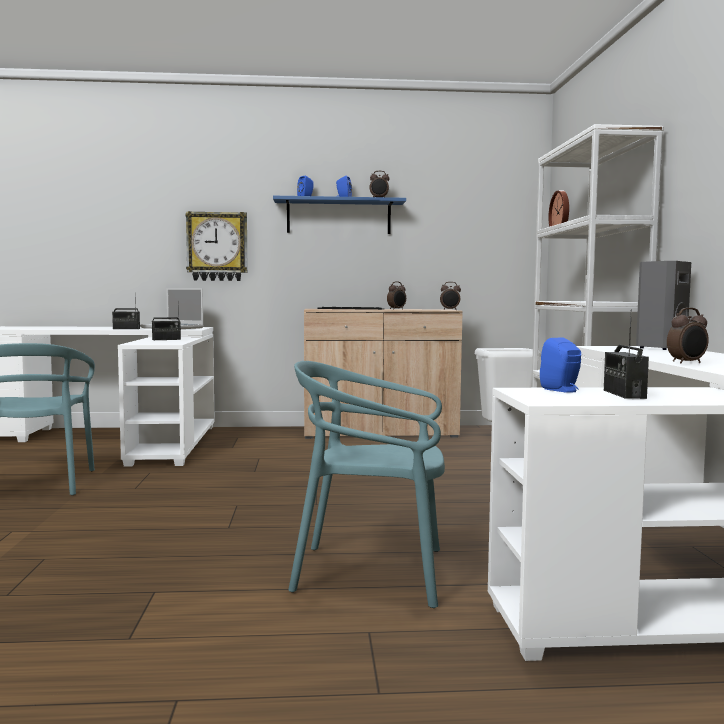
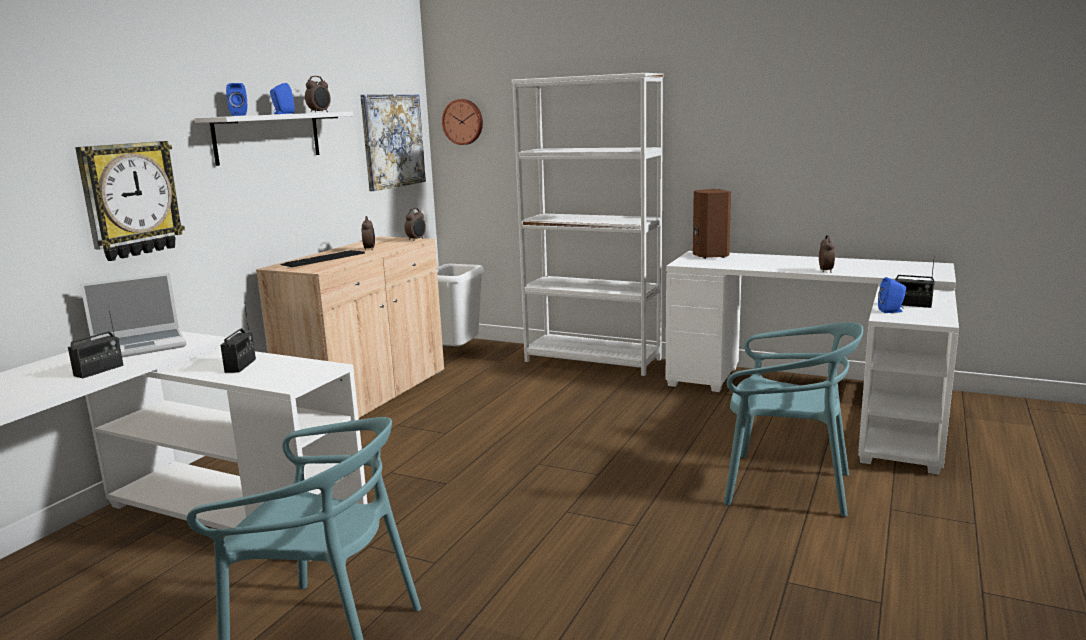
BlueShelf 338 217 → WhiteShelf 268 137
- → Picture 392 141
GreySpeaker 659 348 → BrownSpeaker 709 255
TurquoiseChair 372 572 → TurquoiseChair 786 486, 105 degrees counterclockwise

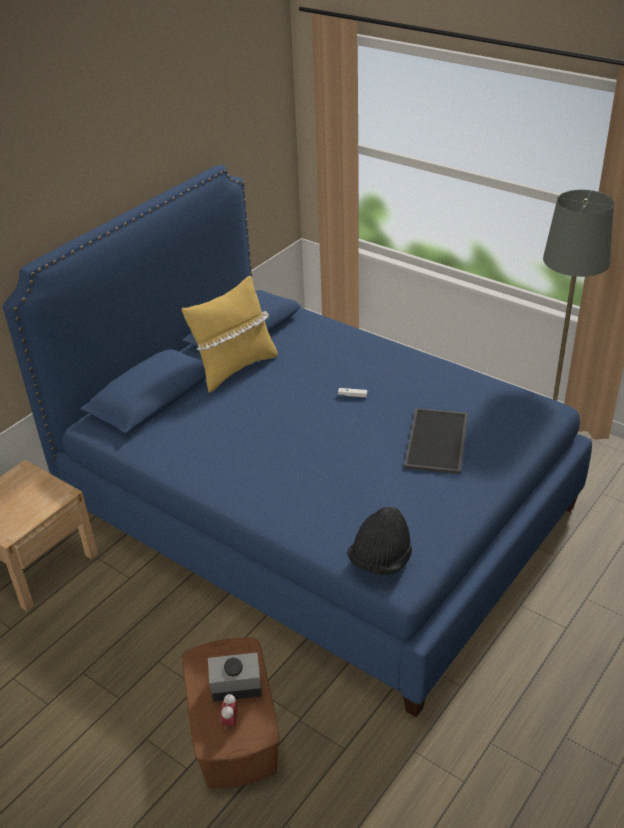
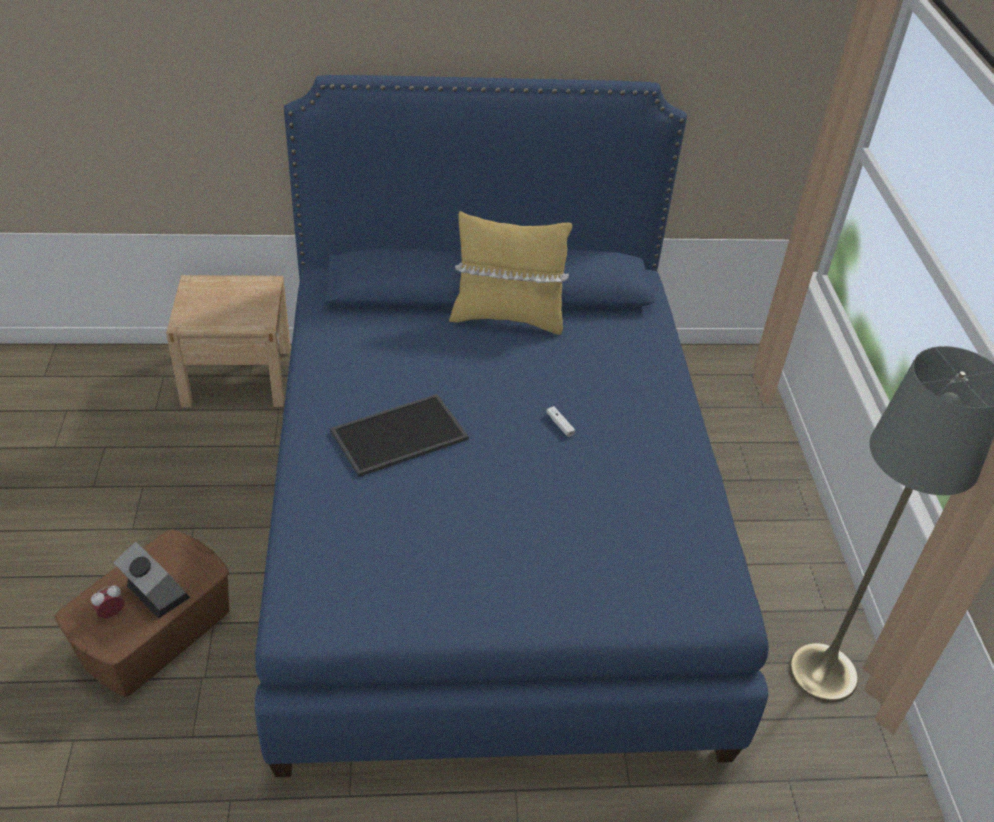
Tray 438 441 → Tray 399 437, relocated
BlackHat 380 560 → -

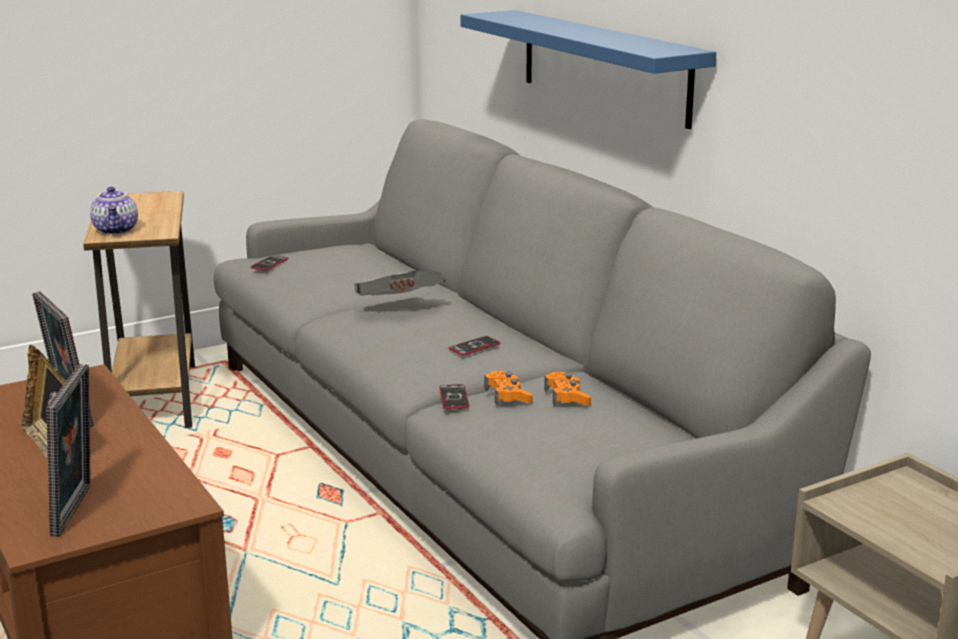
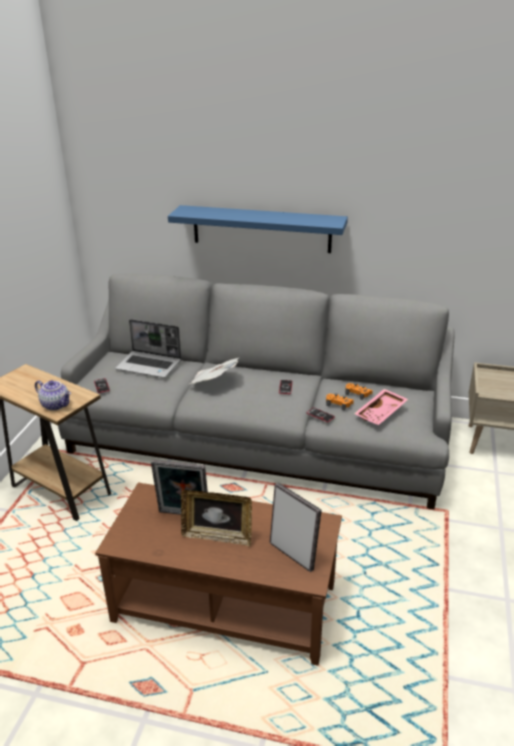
- → Laptop 150 365
- → PinkTray 381 413

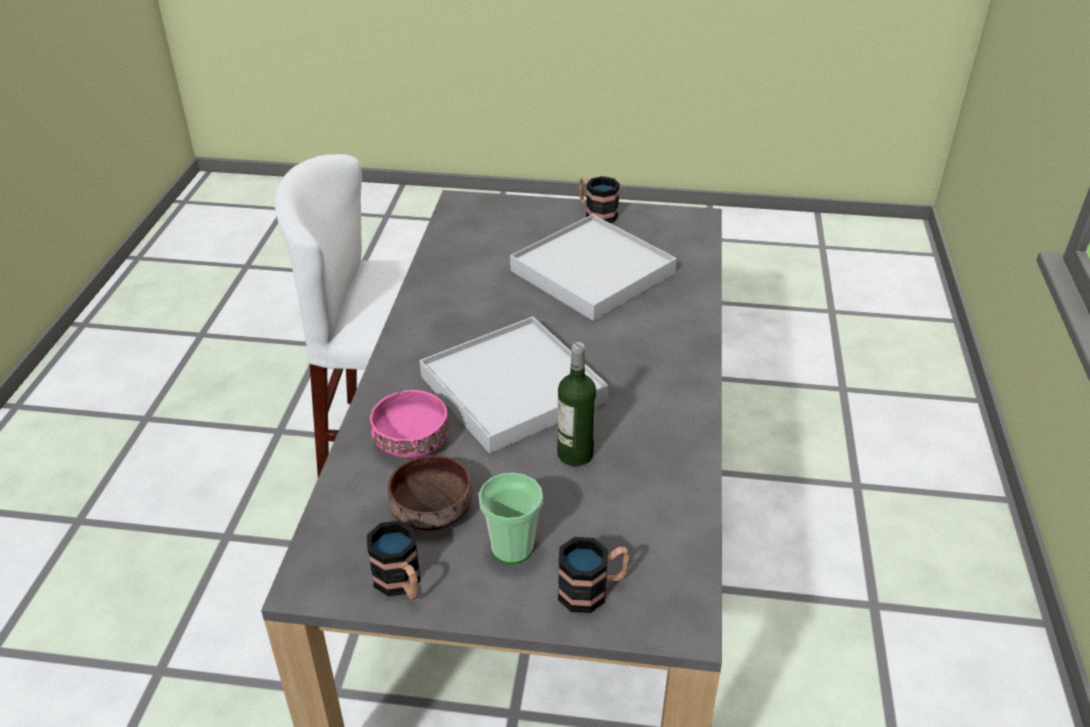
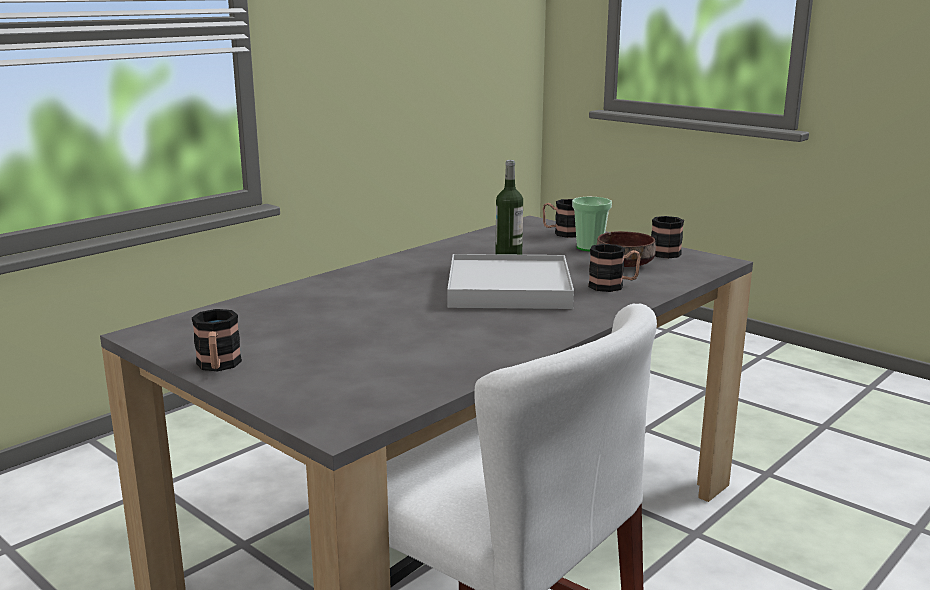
PinkBowl 411 442 → Mug 613 286
WhiteTray 592 272 → -

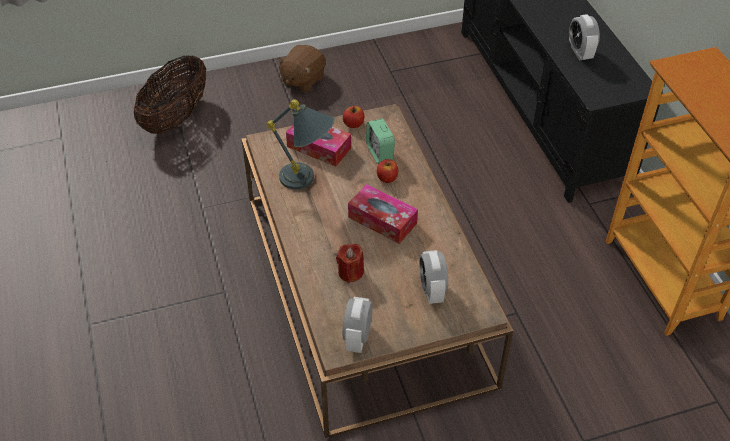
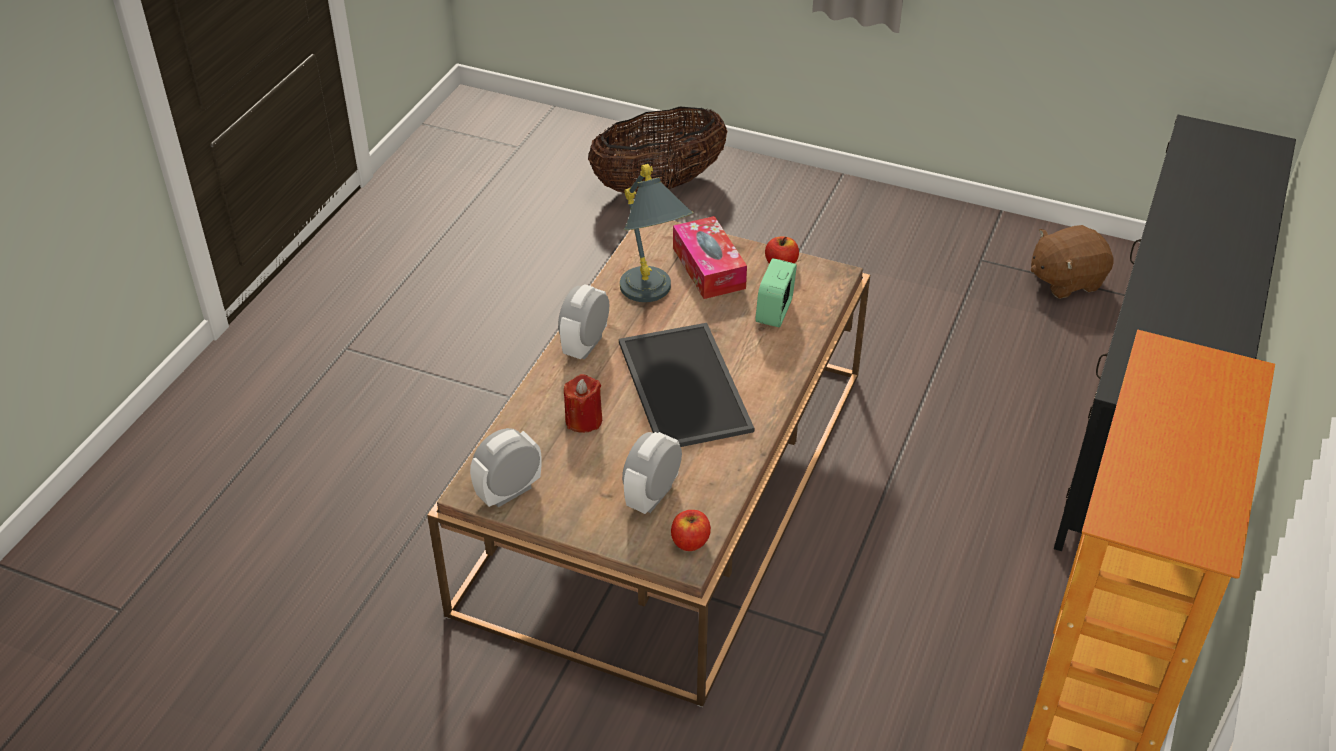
AlarmClock 580 52 → AlarmClock 585 345, relocated
TissueBox 382 220 → Tray 687 386
Apple 387 178 → Apple 690 541, relocated
BrownPlushToy 302 80 → BrownPlushToy 1065 280, relocated

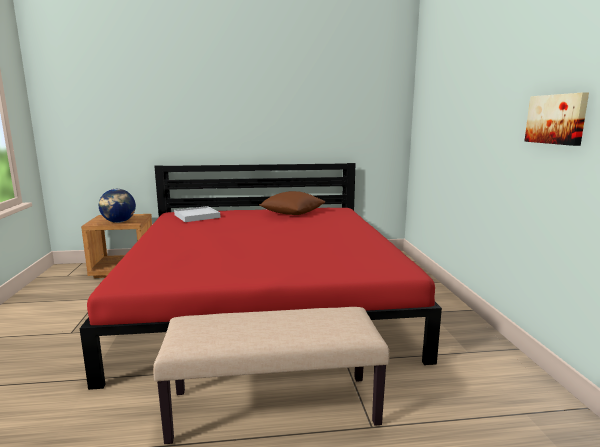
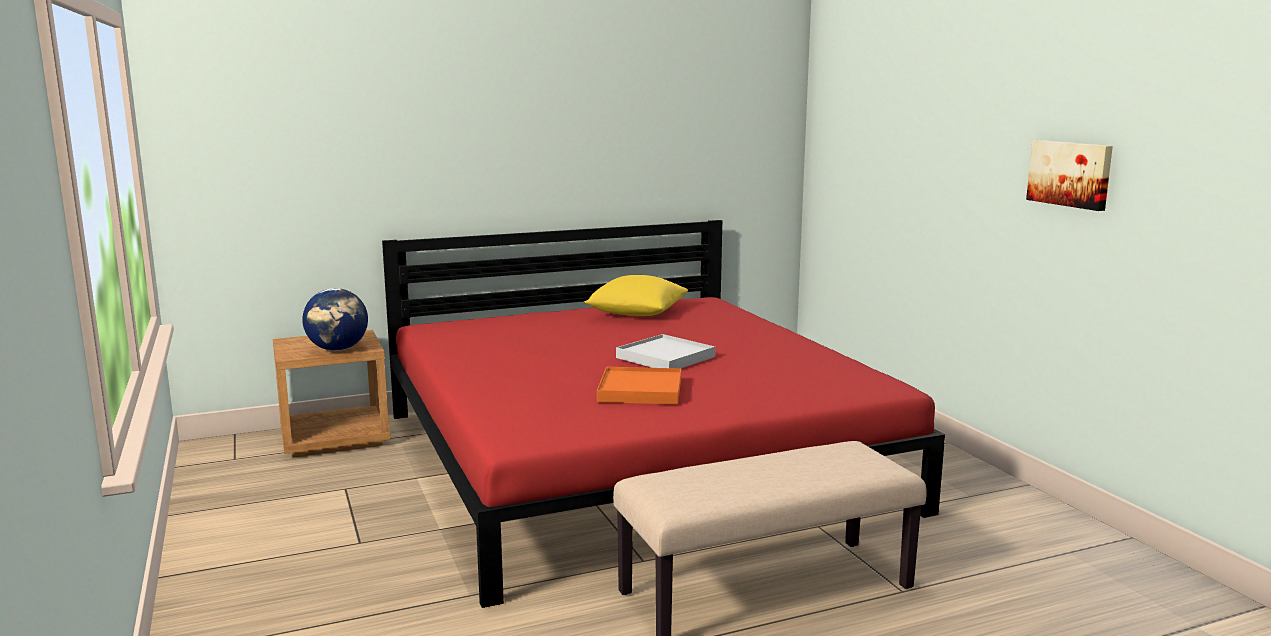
BrownPillow 292 213 → YellowPillow 636 313
- → OrangeTray 640 390
WhiteTray 197 216 → WhiteTray 665 357, relocated

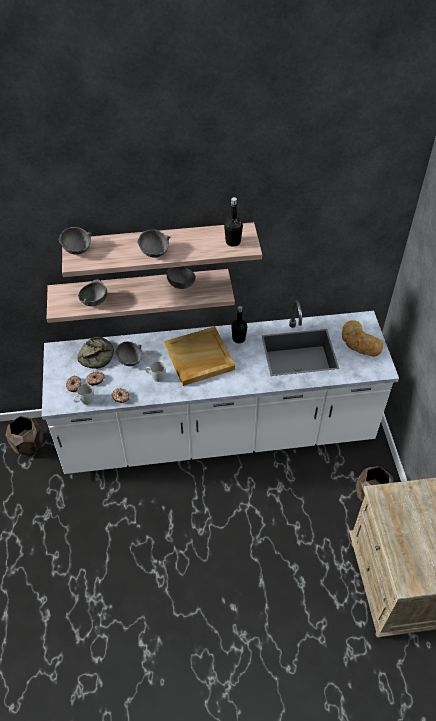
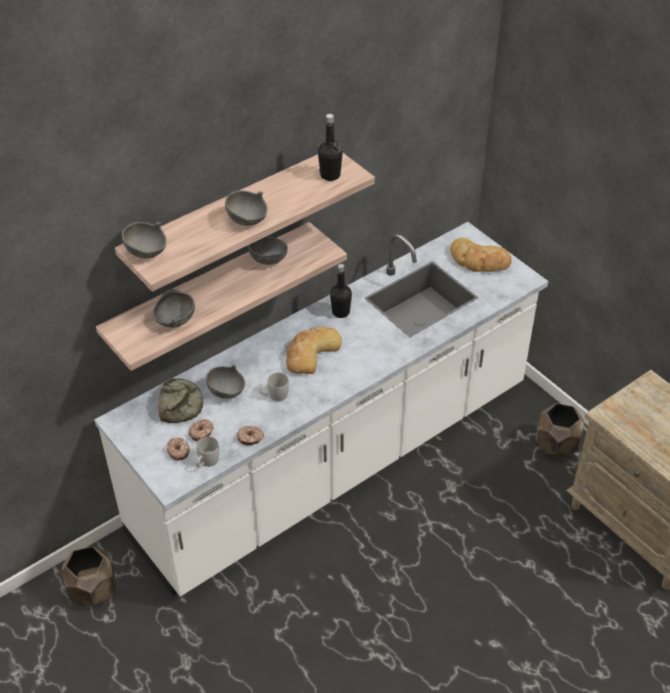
BeigeTray 199 358 → Bread 310 353

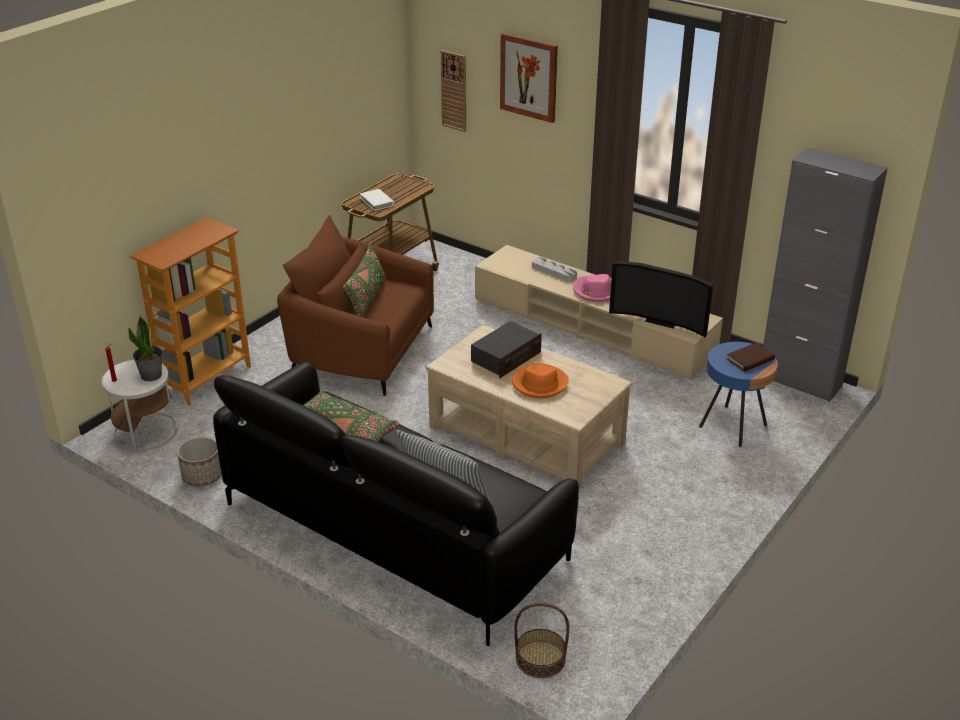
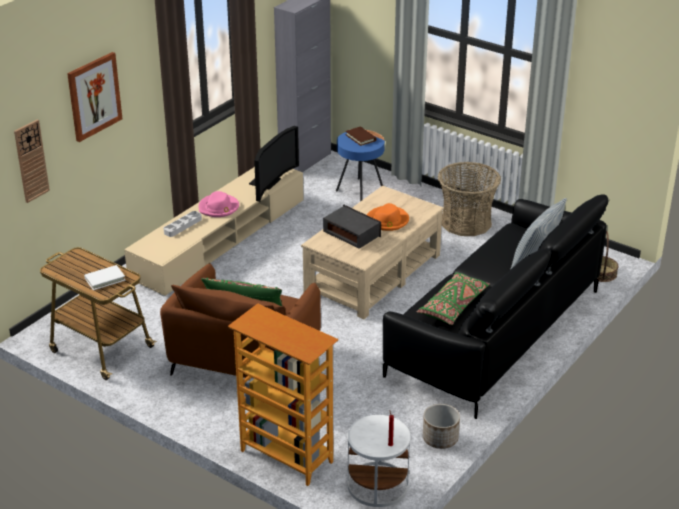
- → Basket 466 222
PottedPlant 151 375 → -

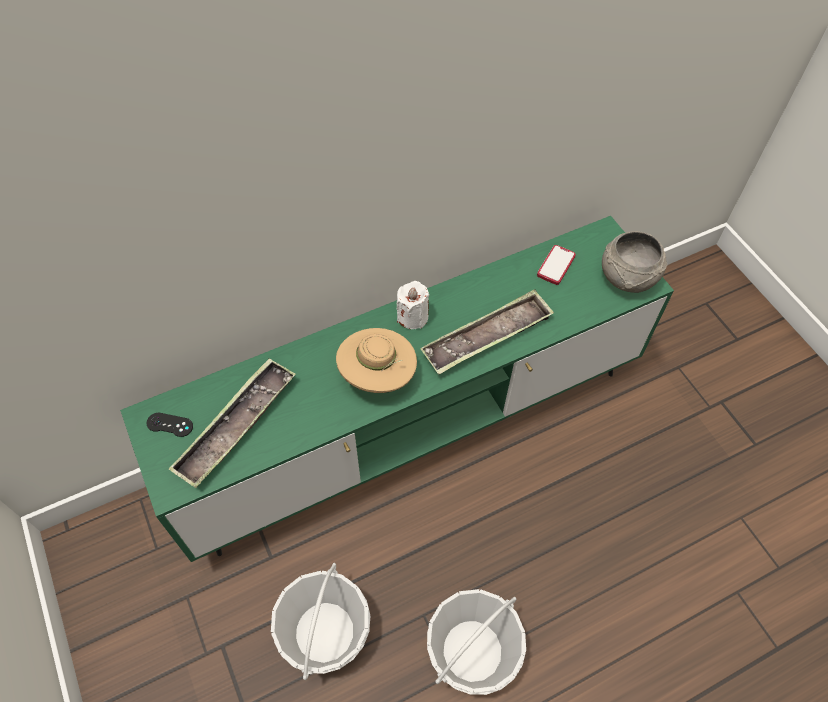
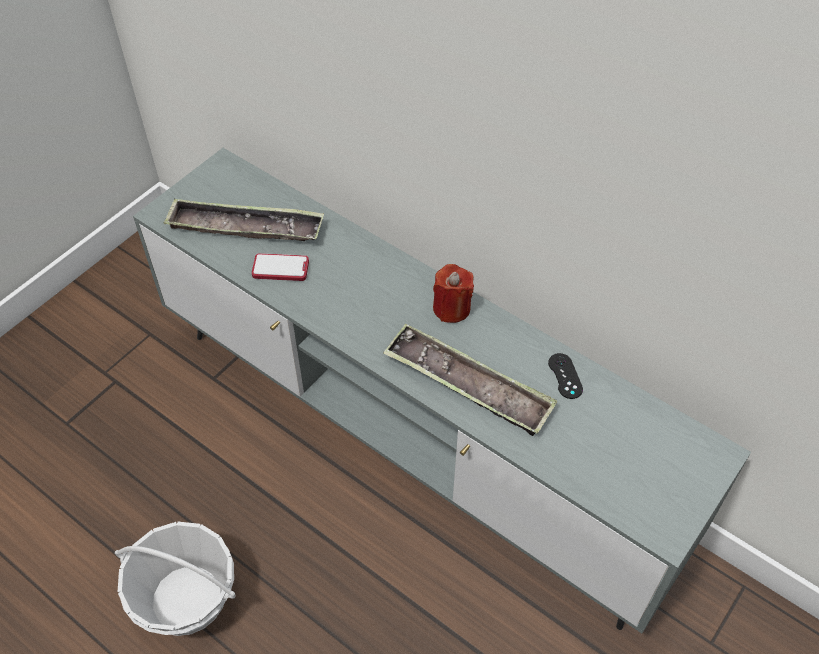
GreenTvStand 411 431 → GreyTvStand 411 437
Phone 556 265 → Phone 280 268, relocated
WhiteCandle 412 316 → RedCandle 451 308
BlackGameController 170 425 → BlackGameController 565 376, relocated
Basket 325 632 → -
BeigeHat 377 375 → -
GreyBowl 627 278 → -

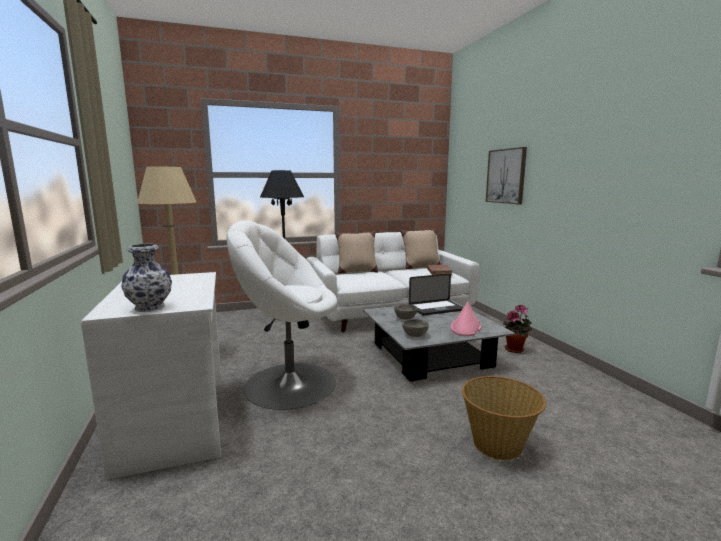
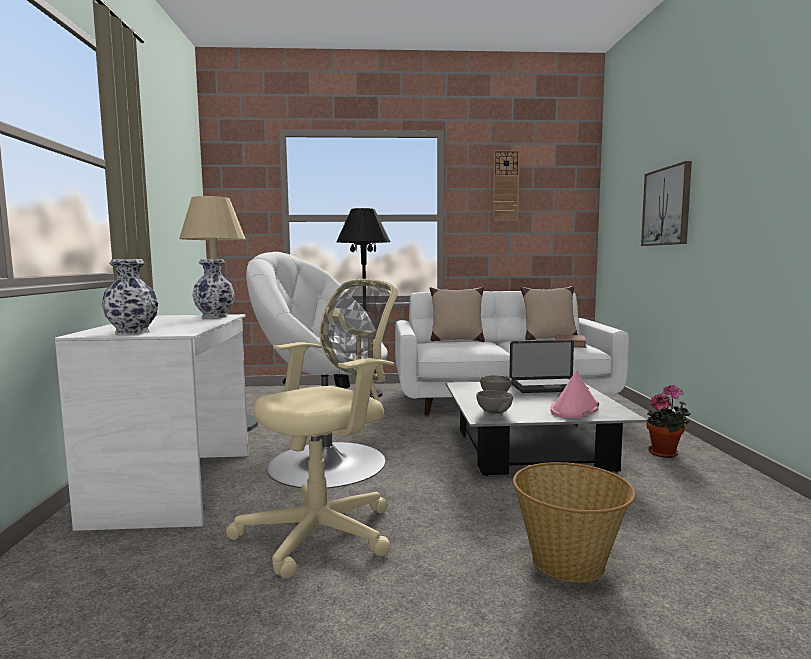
- → Vase 214 317
- → BeigeOfficeChair 325 532
- → WallClock 505 185

